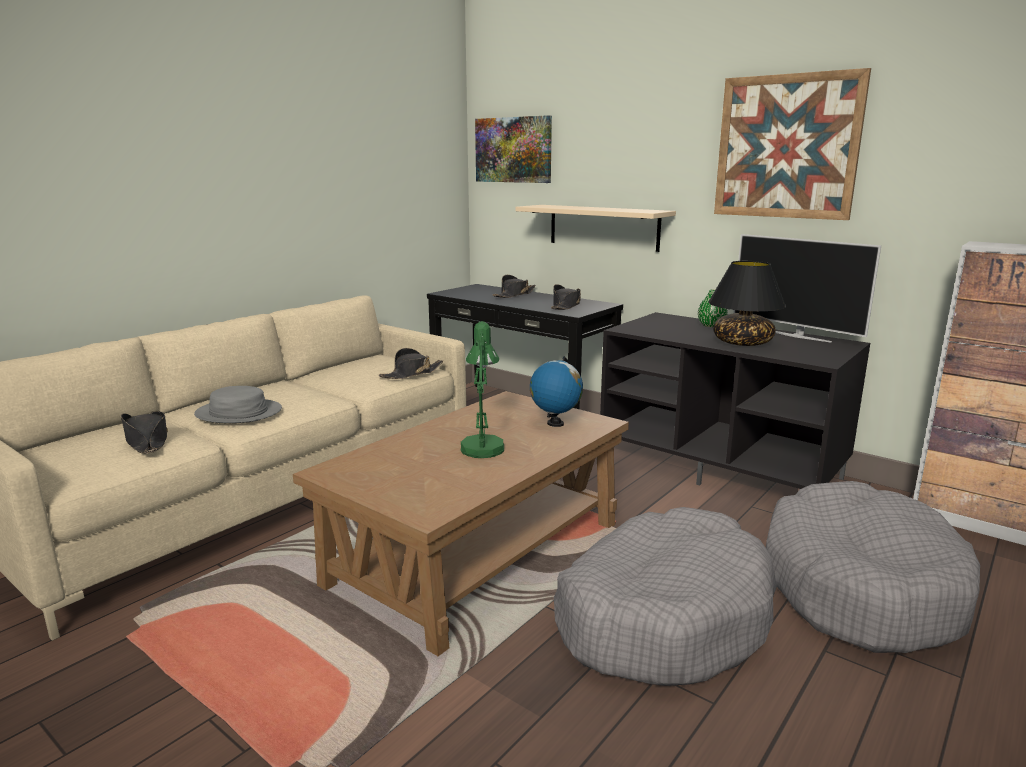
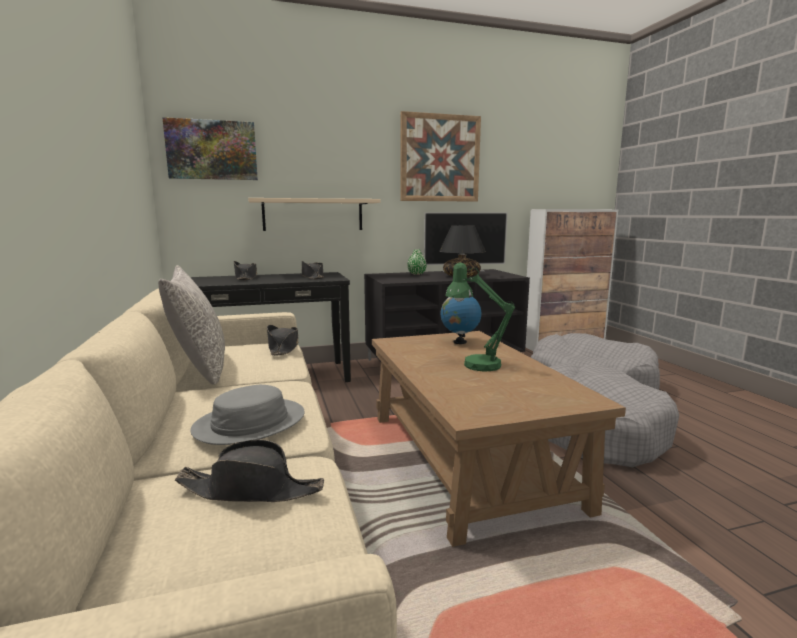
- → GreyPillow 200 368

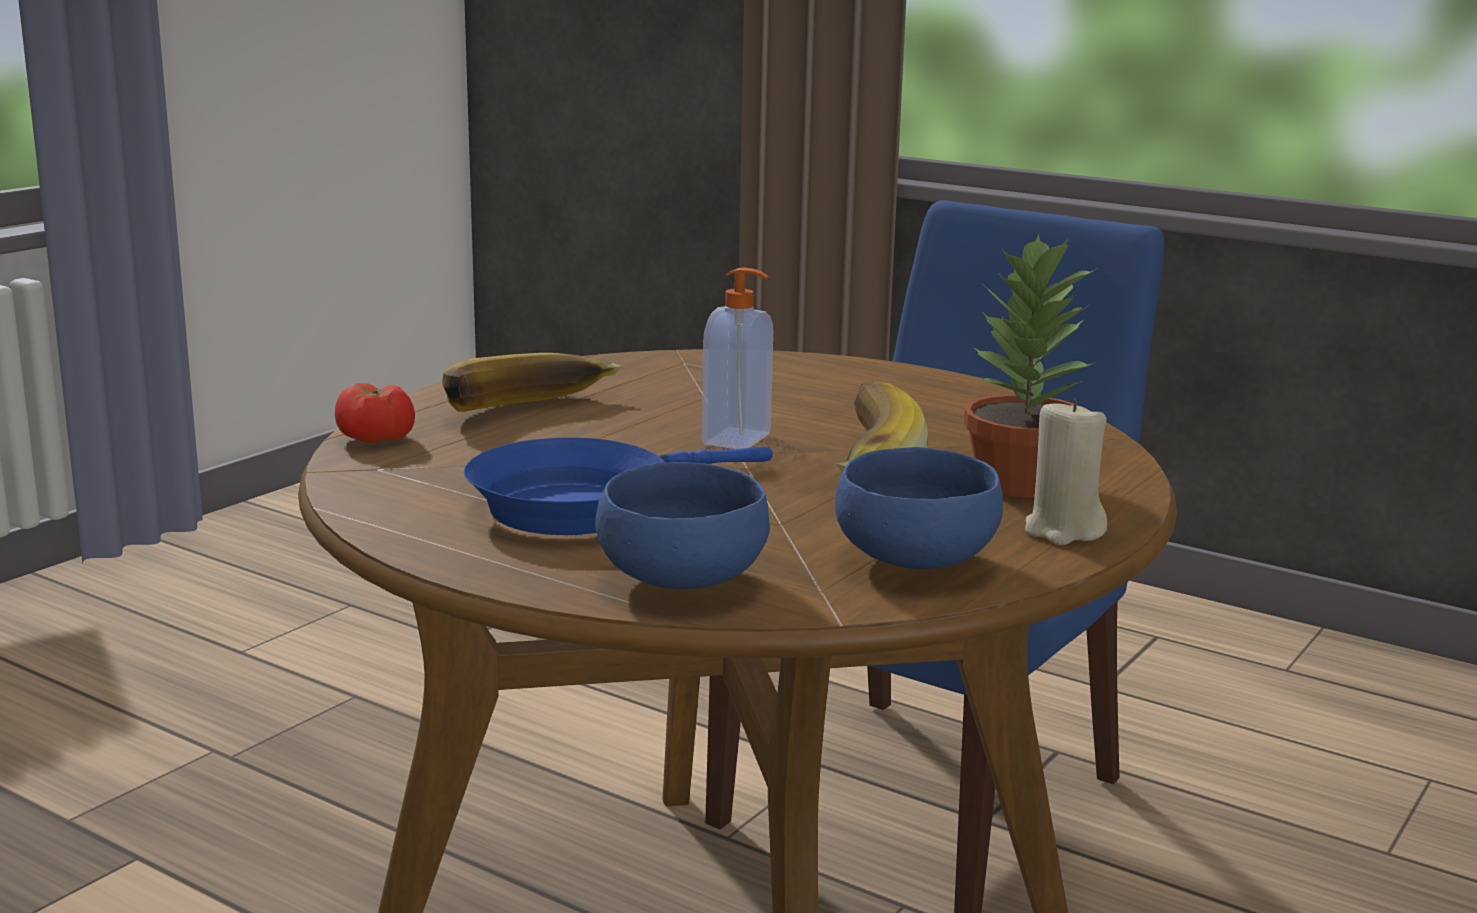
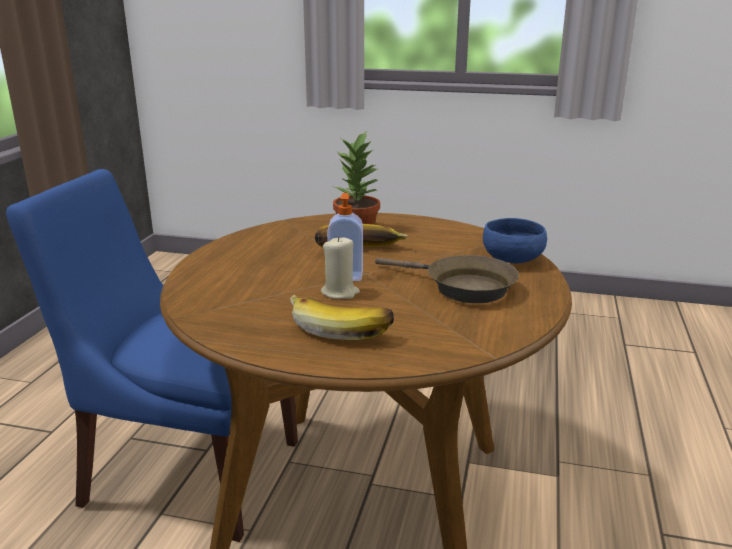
BeigeCandle 1063 530 → BeigeCandle 340 293, relocated
BlueFryingPan 584 505 → BrownFryingPan 463 287
Tomato 375 439 → -
BlueBowl 916 562 → -

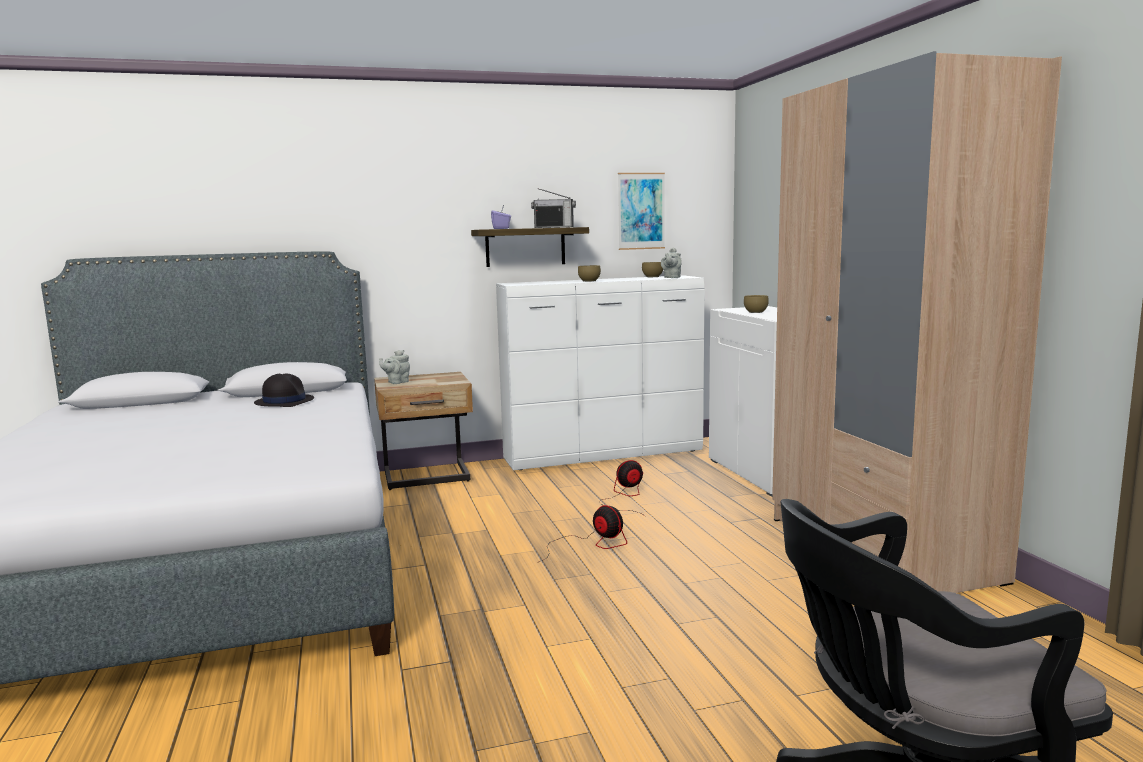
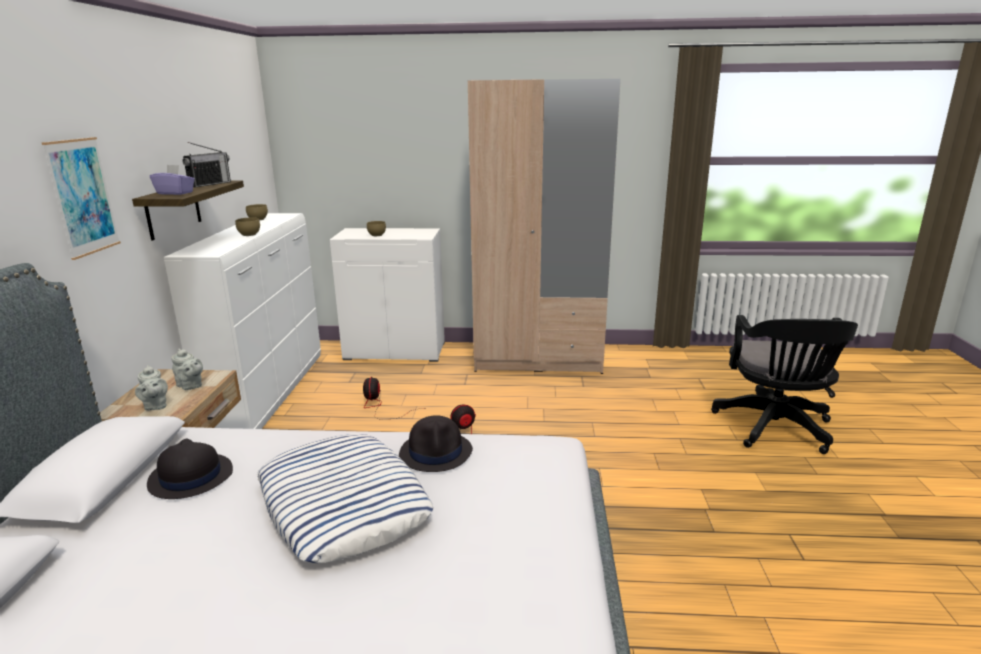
Picture 641 211 → Picture 83 197, relocated
GreyTeapot 671 277 → GreyTeapot 190 386, relocated
- → Pillow 342 504
- → BlackHat 436 452

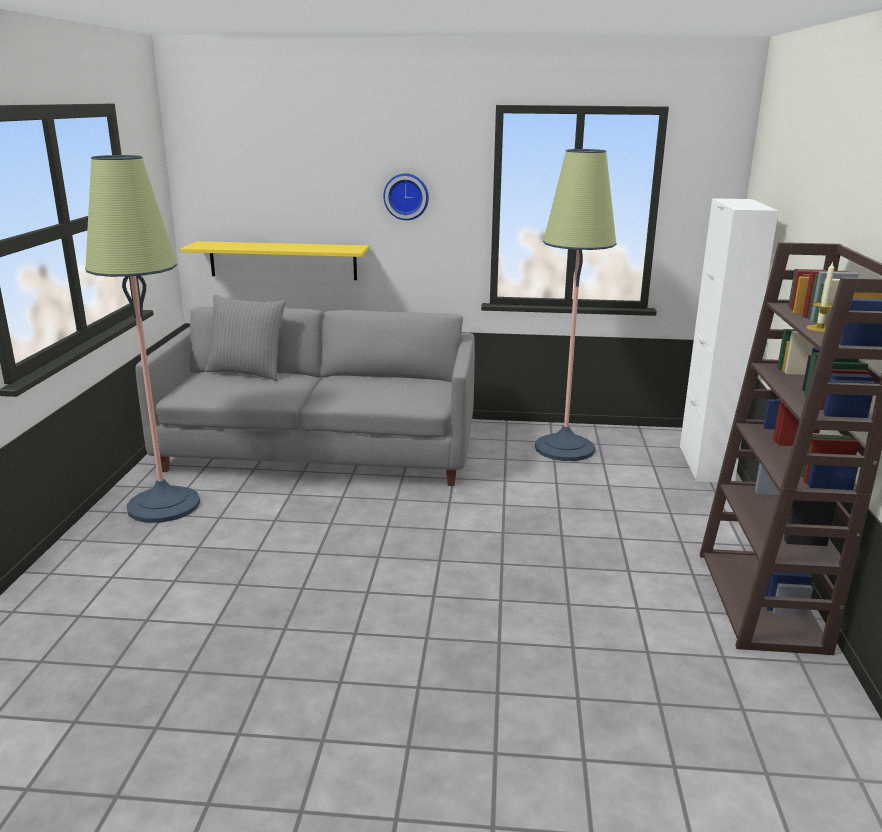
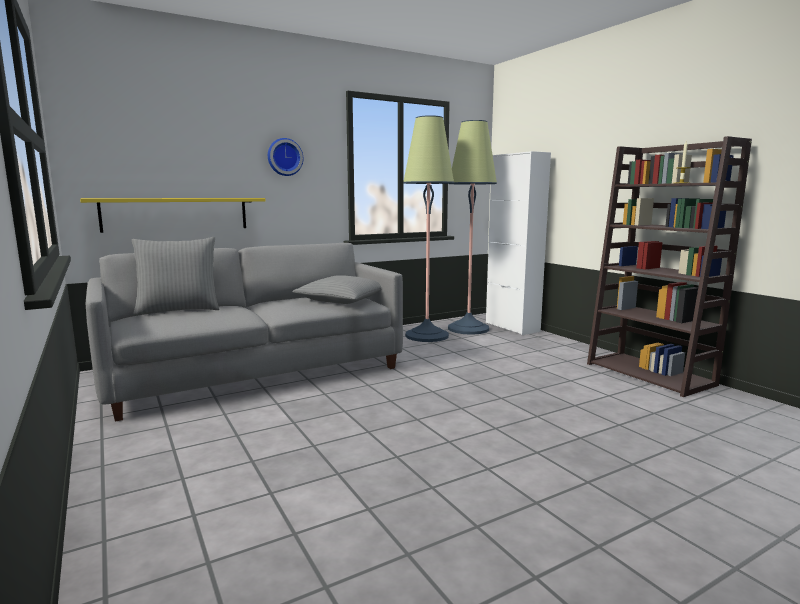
- → GreyPillow 342 300
FloorLamp 164 505 → FloorLamp 468 329, relocated

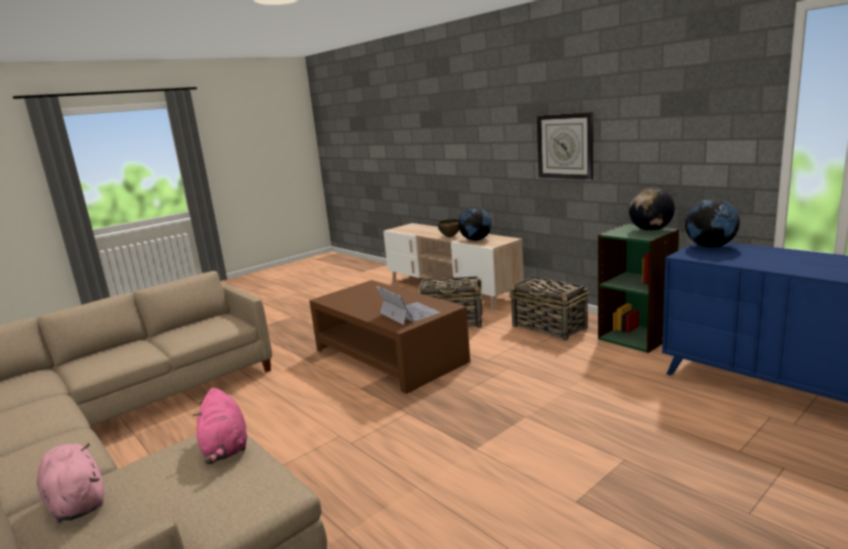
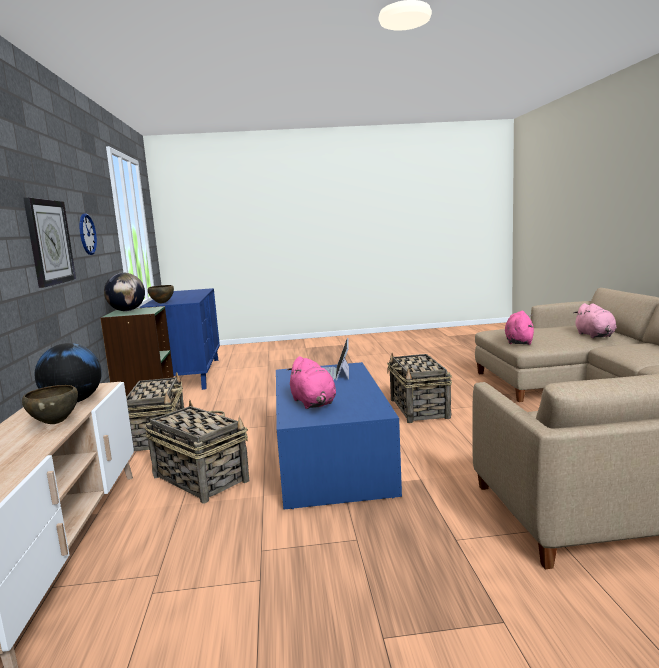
- → WallClock 87 234
Globe 710 246 → BrownBowl 162 303
BrownCoffeeTable 389 356 → BlueCoffeeTable 331 457
- → PinkPlushToy 313 403
- → Basket 419 409

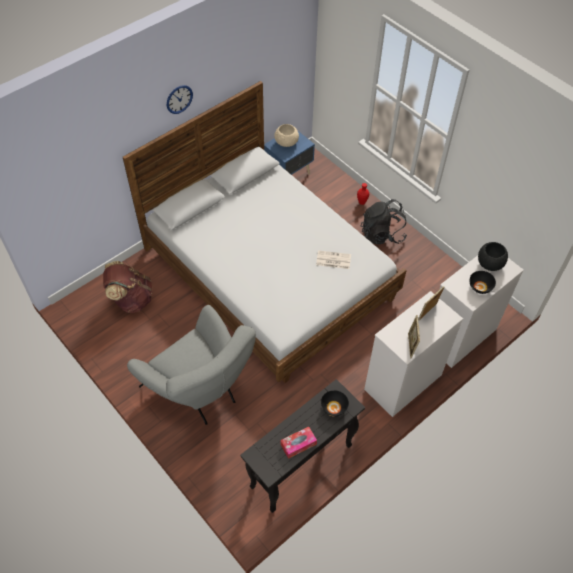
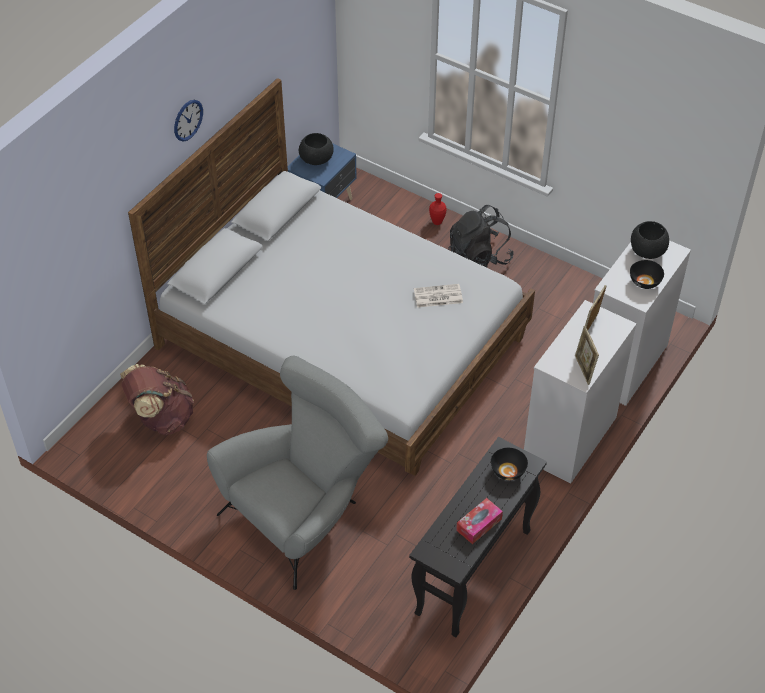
GreyArmchair 200 390 → GreyArmchair 303 512, 75 degrees counterclockwise
BeigeBowl 286 142 → BlackBowl 316 159

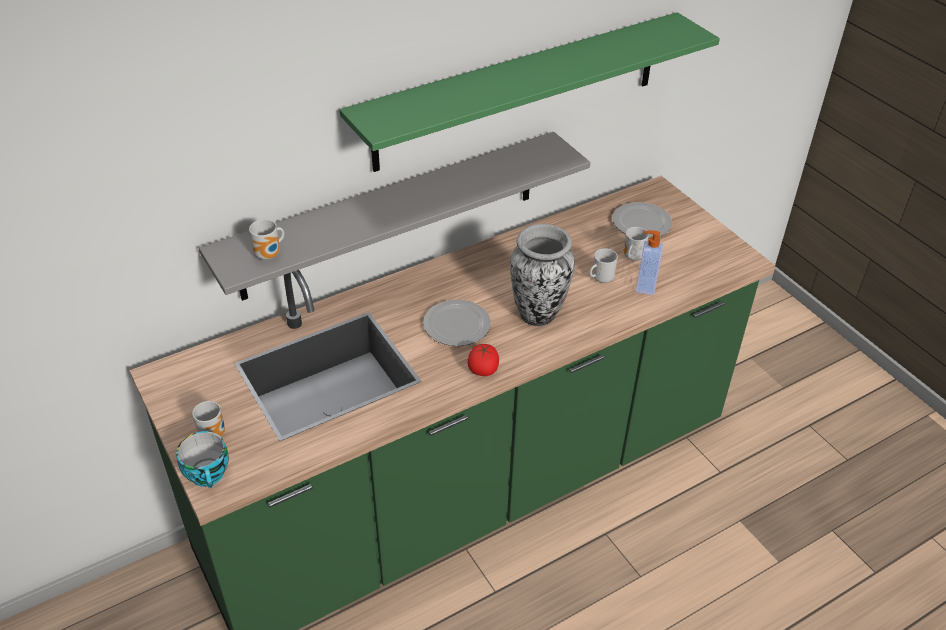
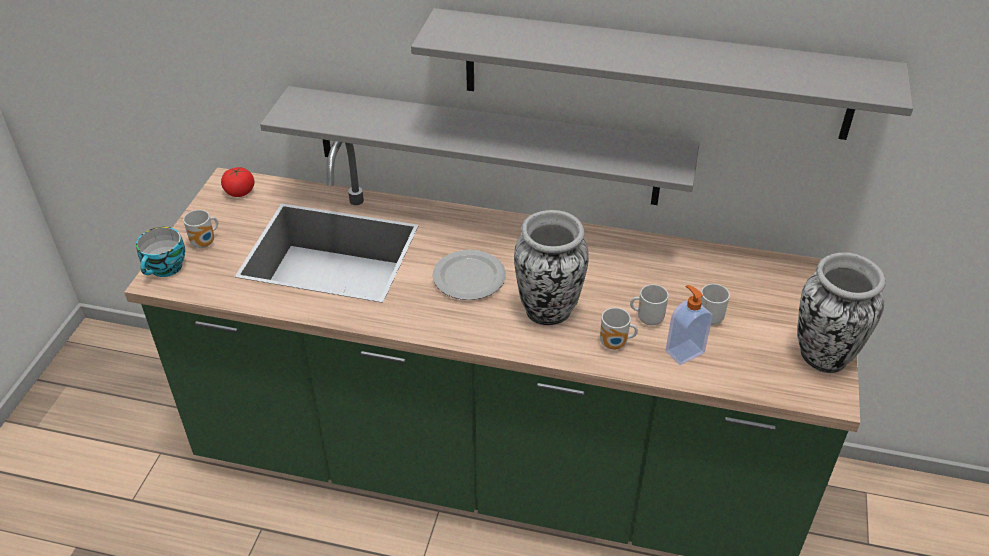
Tomato 483 369 → Tomato 240 192, relocated
GreenShelf 519 91 → GreyShelf 655 74
Mug 270 255 → Mug 615 345, relocated
- → Vase 822 357
Plate 642 223 → -

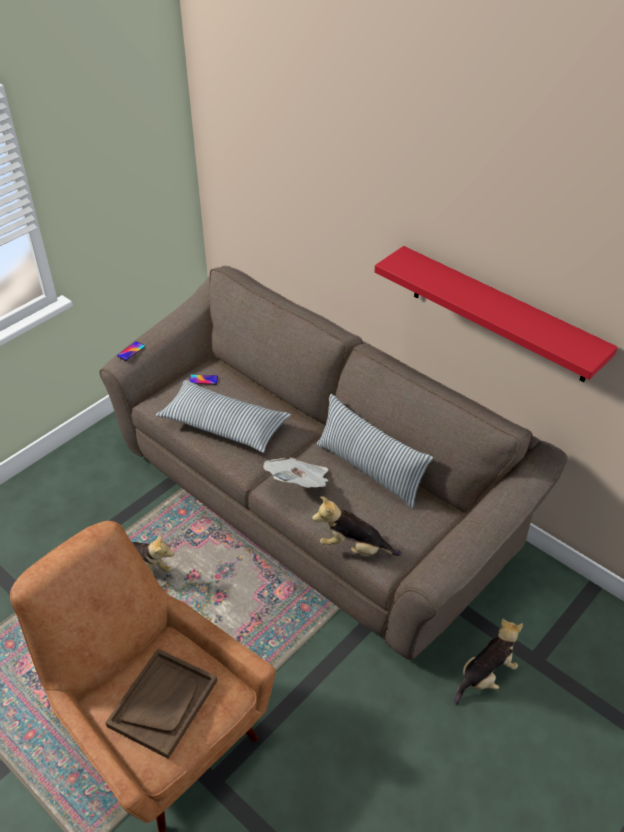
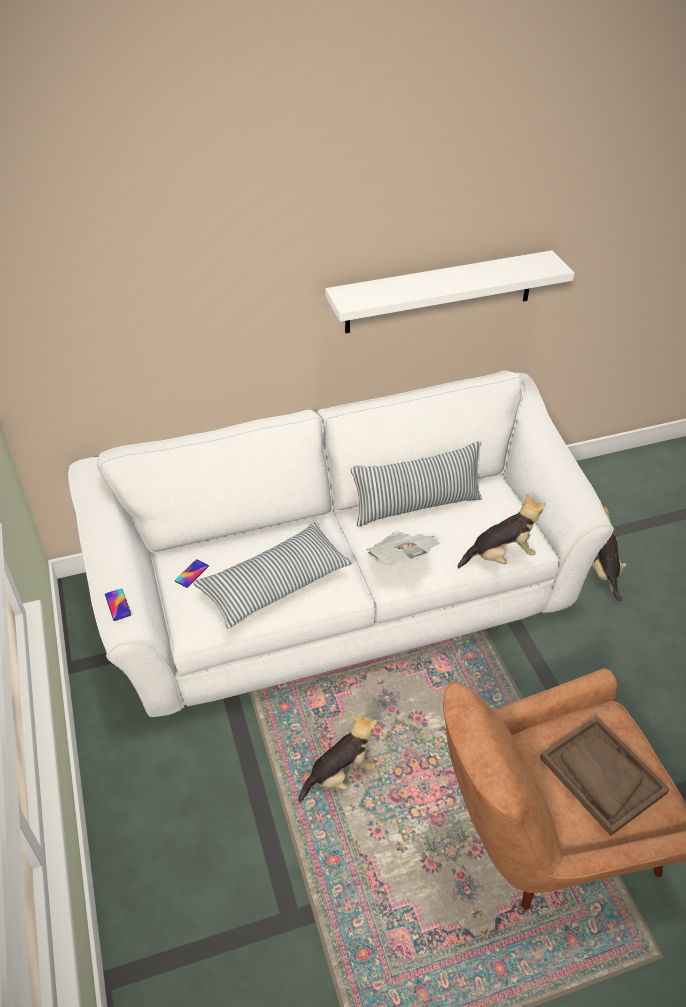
BrownSofa 313 497 → WhiteSofa 342 592
RedShelf 499 314 → WhiteShelf 440 292
PlushToy 354 547 → PlushToy 500 556, 150 degrees counterclockwise

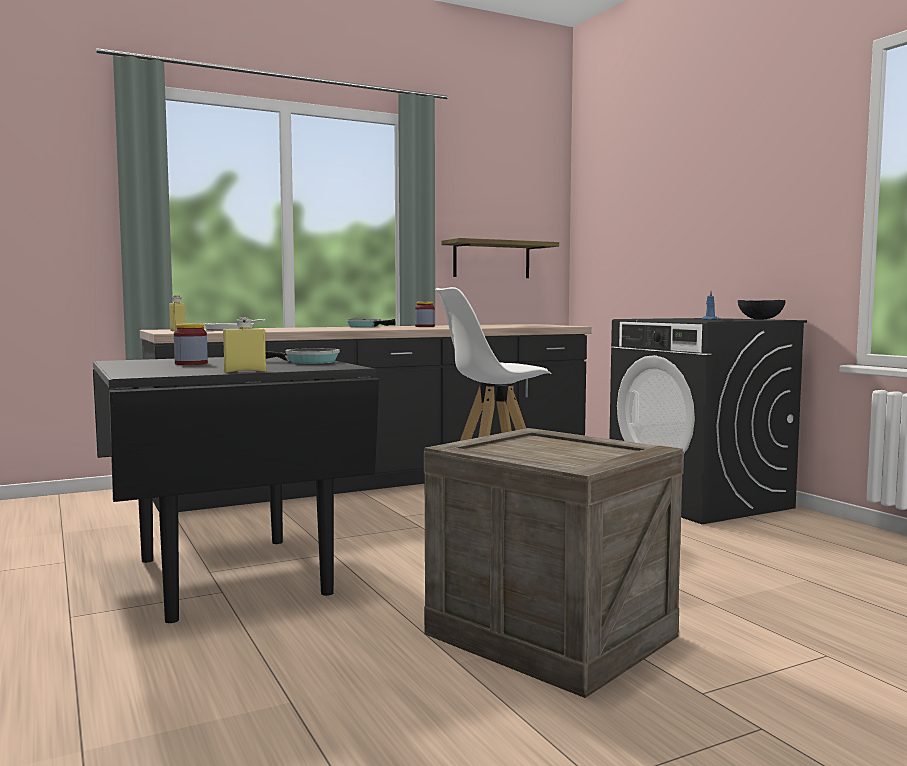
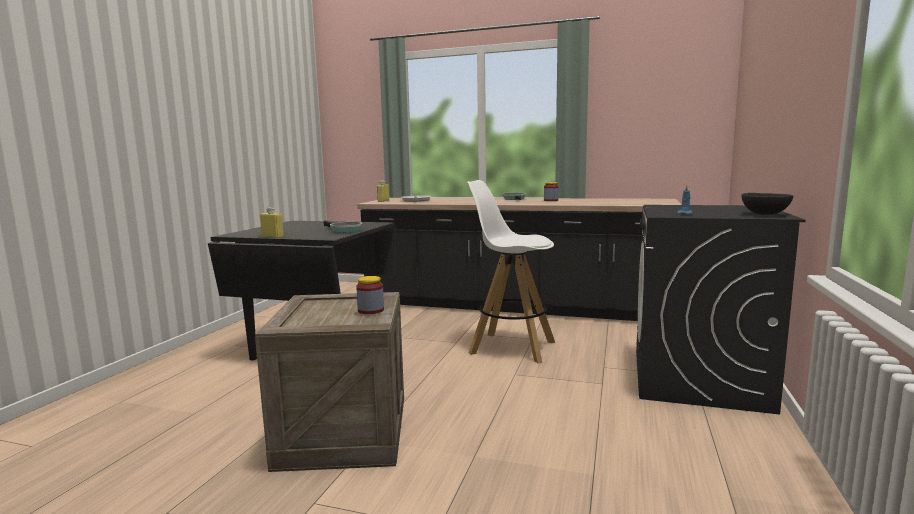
Jar 191 364 → Jar 371 310, relocated
Shelf 491 260 → -

